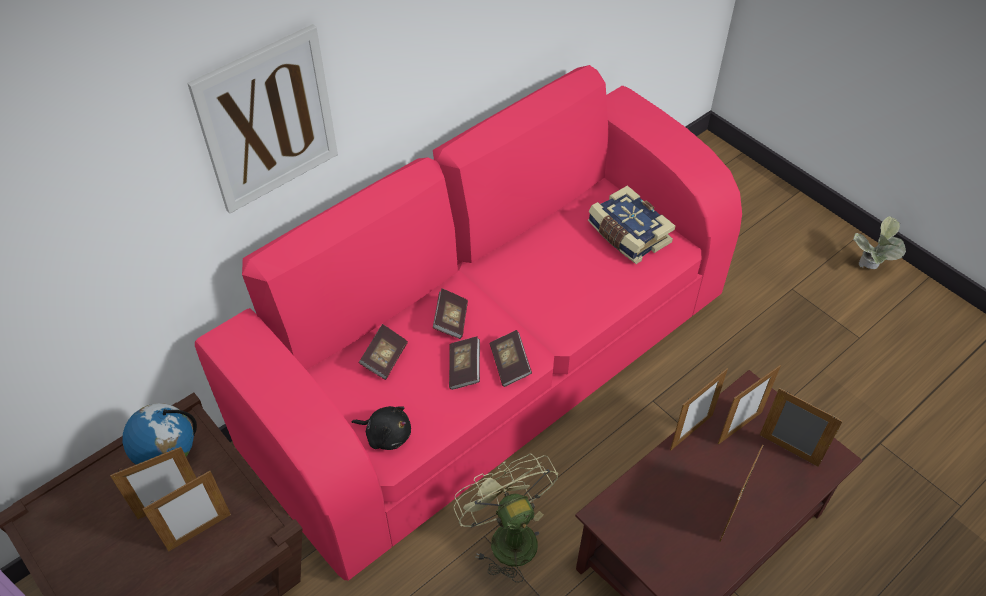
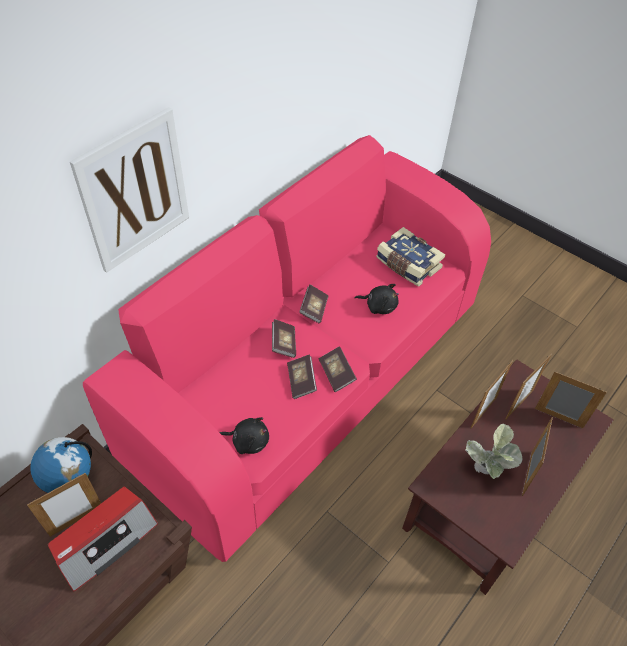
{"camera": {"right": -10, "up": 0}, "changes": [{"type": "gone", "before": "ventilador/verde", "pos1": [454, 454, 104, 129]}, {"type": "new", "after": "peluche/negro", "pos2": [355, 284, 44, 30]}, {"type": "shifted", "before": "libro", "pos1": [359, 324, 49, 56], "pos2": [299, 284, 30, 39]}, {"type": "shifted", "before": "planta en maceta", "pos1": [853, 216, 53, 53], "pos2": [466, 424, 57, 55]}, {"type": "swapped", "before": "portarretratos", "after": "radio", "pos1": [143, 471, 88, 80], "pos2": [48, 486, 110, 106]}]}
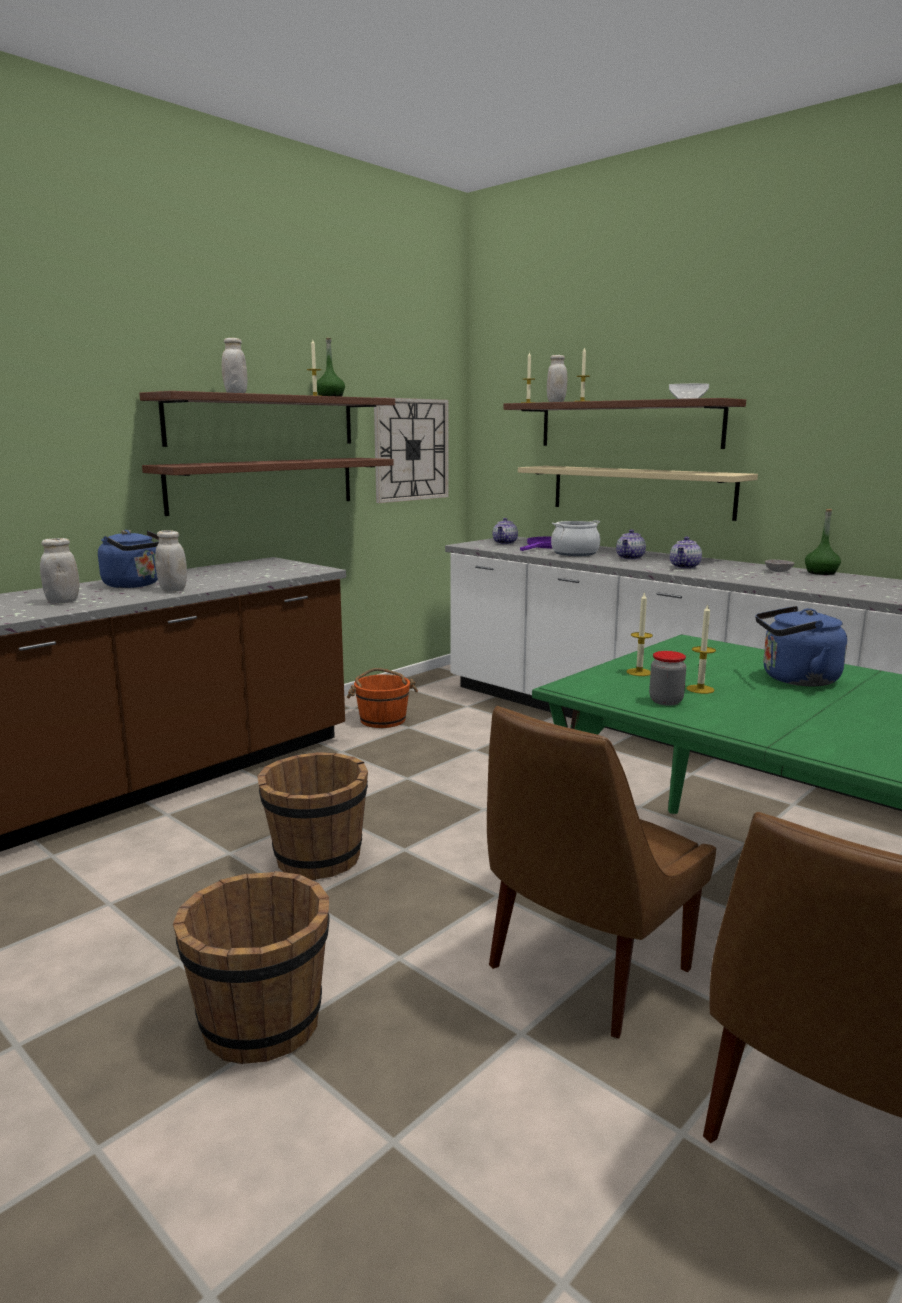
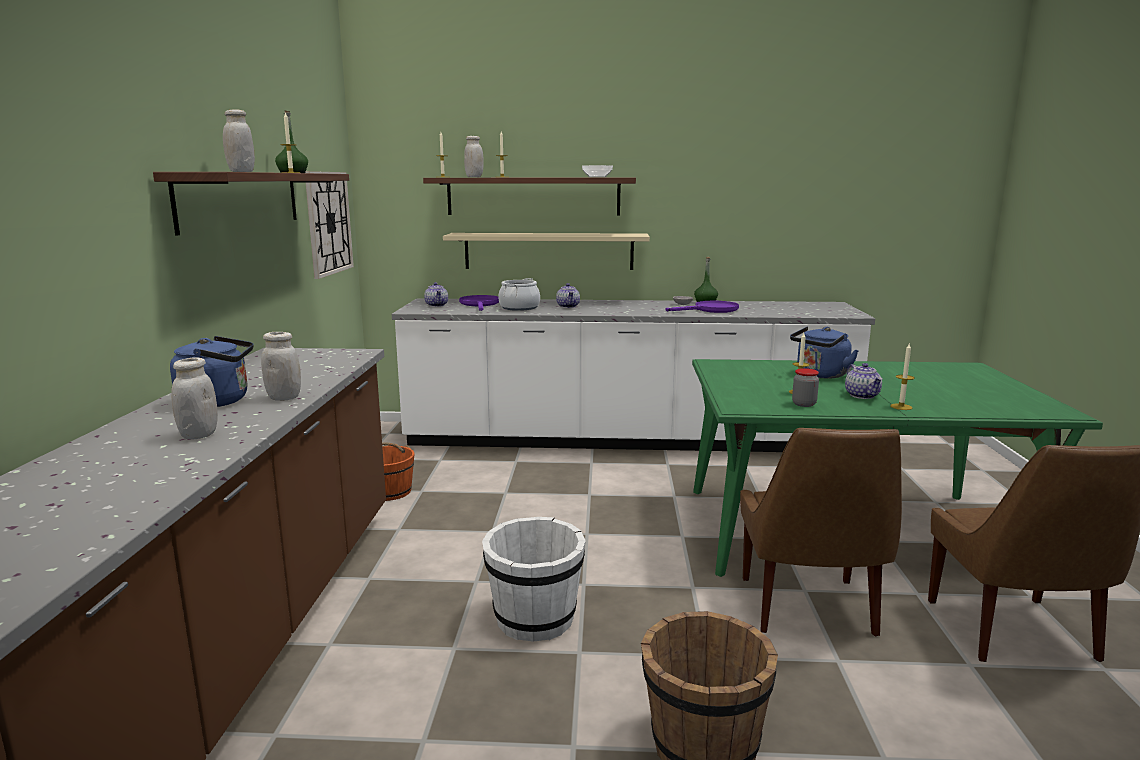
{"camera": {"right": -40, "up": 0}, "changes": [{"type": "gone", "before": "estante", "pos1": [142, 458, 252, 58]}, {"type": "new", "after": "sartén/morado", "pos2": [666, 301, 73, 12]}, {"type": "shifted", "before": "vela", "pos1": [626, 592, 27, 84], "pos2": [890, 342, 24, 68]}, {"type": "shifted", "before": "tetera", "pos1": [670, 537, 32, 32], "pos2": [845, 363, 38, 36]}, {"type": "repainted", "before": "cubo/marrón", "after": "cubo/blanco", "pos1": [257, 752, 111, 128], "pos2": [482, 517, 104, 125]}]}
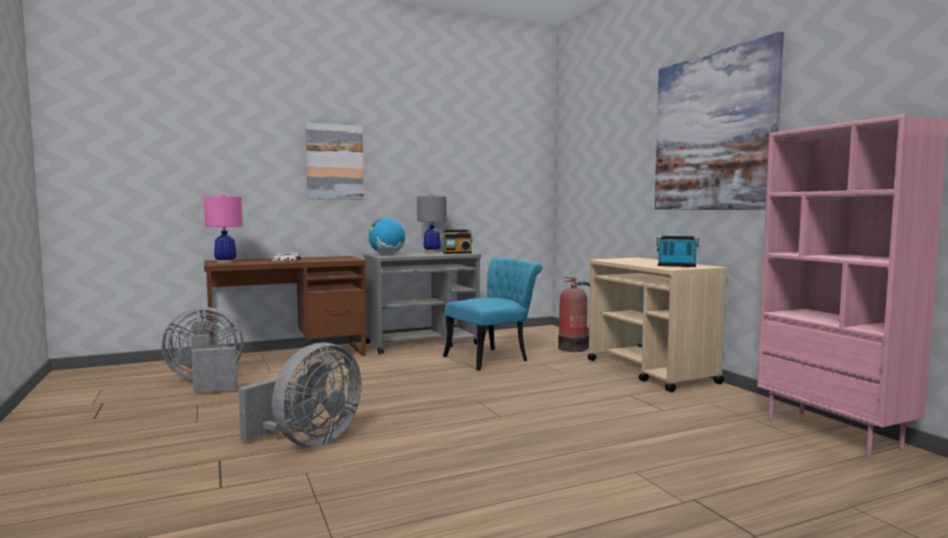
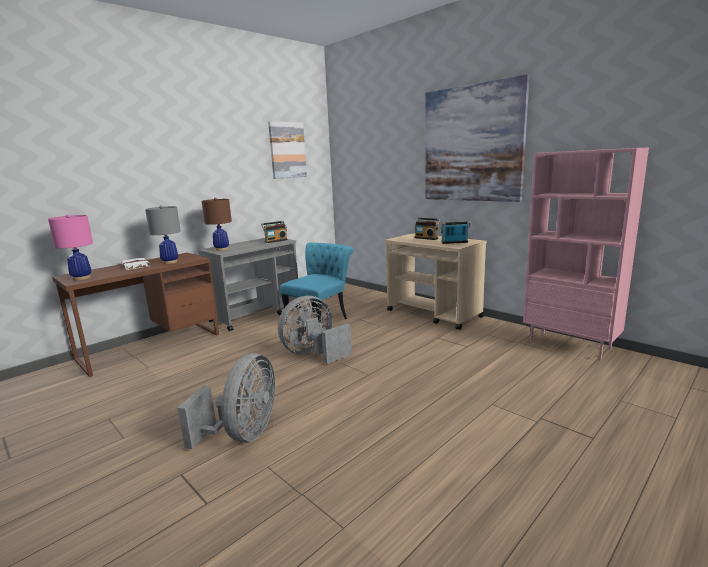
{"camera": {"right": -20, "up": 10}, "changes": [{"type": "gone", "before": "extintor", "pos1": [558, 277, 32, 75]}, {"type": "new", "after": "radio", "pos2": [415, 218, 26, 22]}, {"type": "shifted", "before": "ventilador/gris", "pos1": [162, 307, 82, 85], "pos2": [278, 296, 74, 68]}, {"type": "shifted", "before": "cuadro", "pos1": [306, 123, 58, 77], "pos2": [268, 121, 39, 58]}, {"type": "shifted", "before": "lámpara de mesa/gris", "pos1": [417, 194, 30, 59], "pos2": [145, 205, 36, 59]}, {"type": "swapped", "before": "globo terráqueo", "after": "lámpara de mesa/marrón", "pos1": [368, 218, 37, 37], "pos2": [202, 198, 30, 53]}]}
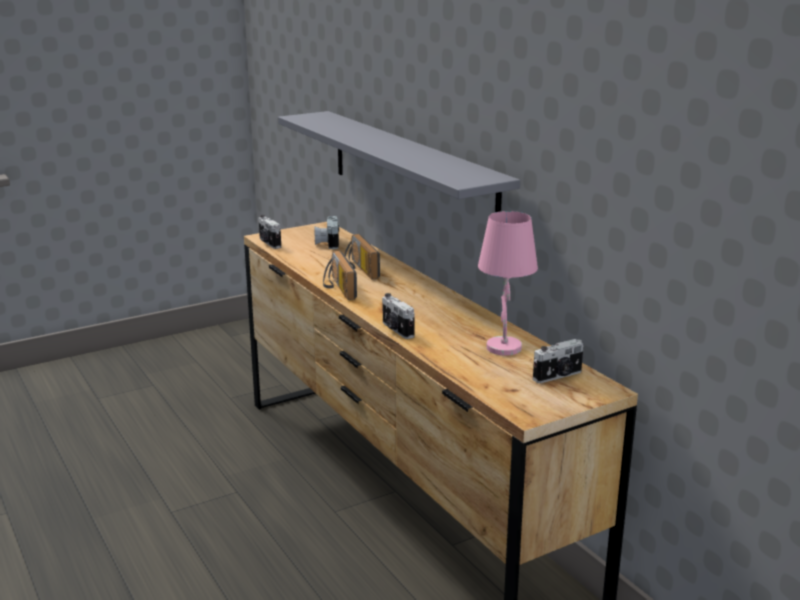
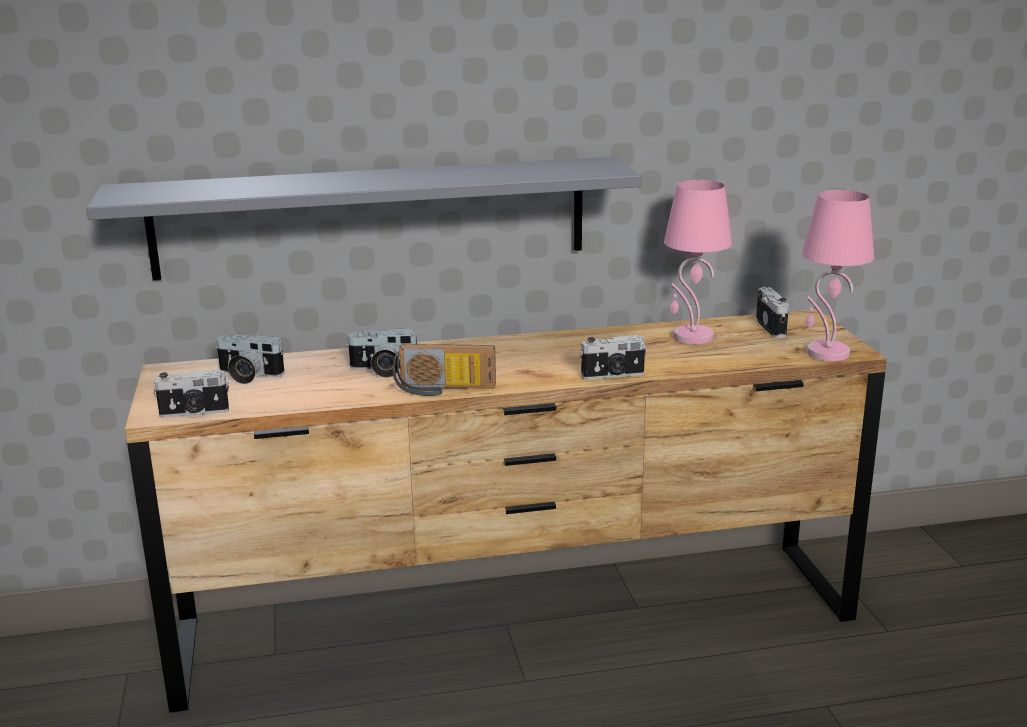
{"camera": {"right": -70, "up": 0}, "changes": [{"type": "new", "after": "lámpara de mesa/rosa", "pos2": [802, 190, 72, 171]}, {"type": "swapped", "before": "radio", "after": "cámara", "pos1": [344, 234, 36, 46], "pos2": [346, 329, 74, 49]}]}
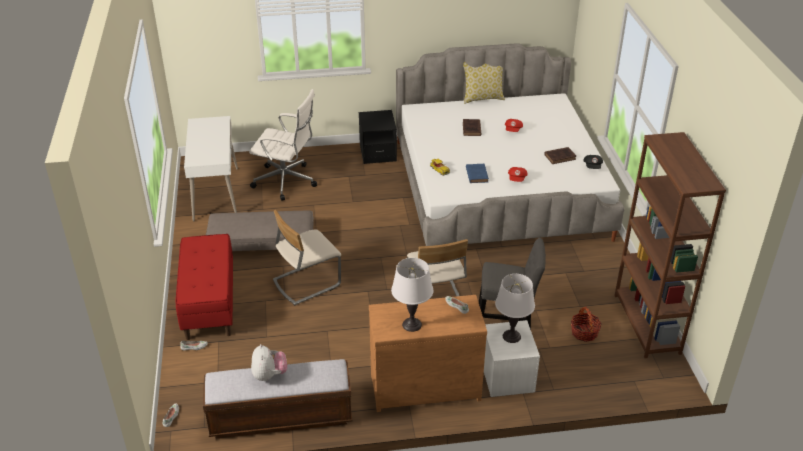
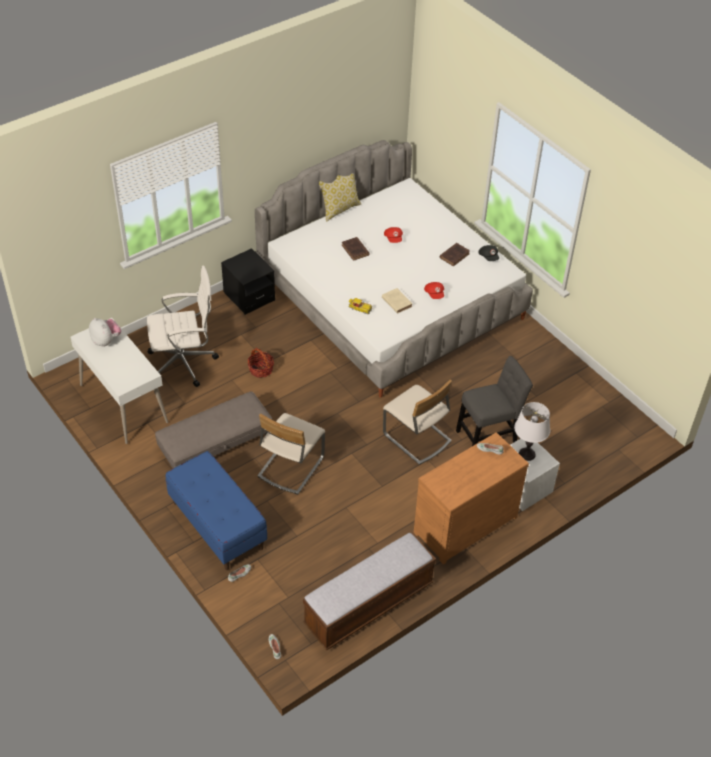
{"camera": {"right": -30, "up": 10}, "changes": [{"type": "gone", "before": "lámpara de mesa/blanco", "pos1": [391, 258, 42, 74]}, {"type": "gone", "before": "estantería/marrón", "pos1": [614, 132, 112, 226]}, {"type": "shifted", "before": "peluche", "pos1": [251, 344, 36, 37], "pos2": [89, 318, 32, 29]}, {"type": "shifted", "before": "cesta", "pos1": [571, 307, 31, 35], "pos2": [248, 348, 26, 30]}, {"type": "repainted", "before": "banco/rojo", "after": "banco/azul", "pos1": [175, 234, 58, 106], "pos2": [166, 451, 101, 119]}, {"type": "repainted", "before": "libro/azul", "after": "libro/beis", "pos1": [466, 164, 23, 19], "pos2": [382, 288, 31, 26]}]}
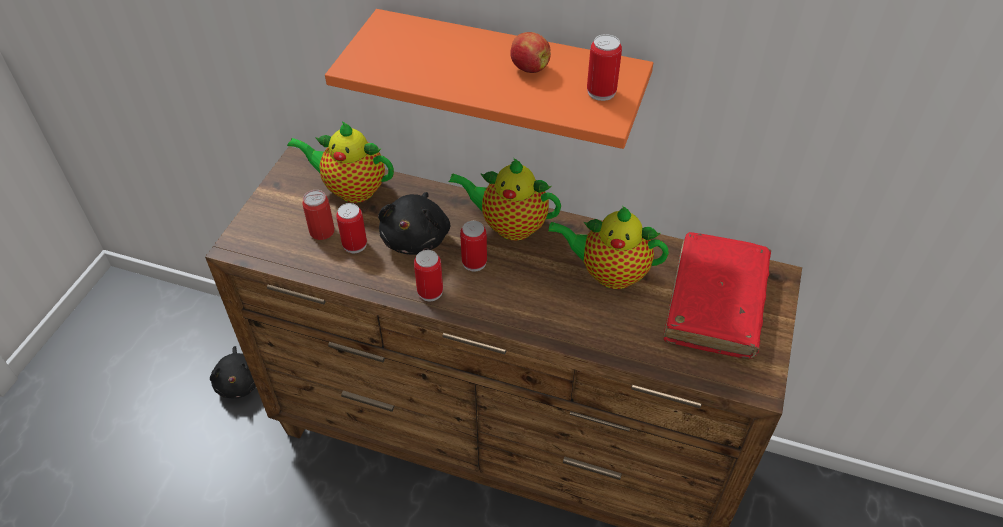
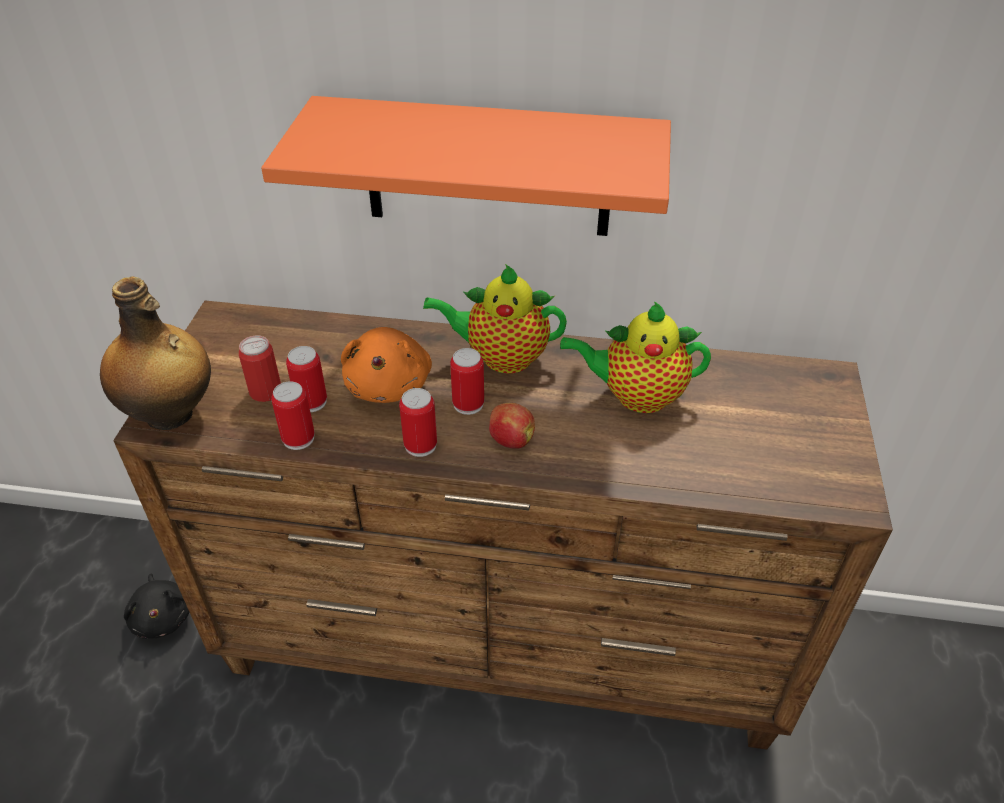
{"camera": {"right": -10, "up": -5}, "changes": [{"type": "gone", "before": "tetera", "pos1": [287, 121, 107, 82]}, {"type": "gone", "before": "libro/rojo", "pos1": [664, 232, 107, 127]}, {"type": "new", "after": "botella", "pos2": [100, 276, 111, 154]}, {"type": "shifted", "before": "manzana", "pos1": [510, 32, 41, 41], "pos2": [489, 403, 46, 46]}, {"type": "shifted", "before": "lata", "pos1": [587, 34, 35, 67], "pos2": [271, 381, 44, 69]}, {"type": "repainted", "before": "peluche/negro", "after": "peluche/naranja", "pos1": [378, 192, 72, 63], "pos2": [341, 327, 91, 76]}]}
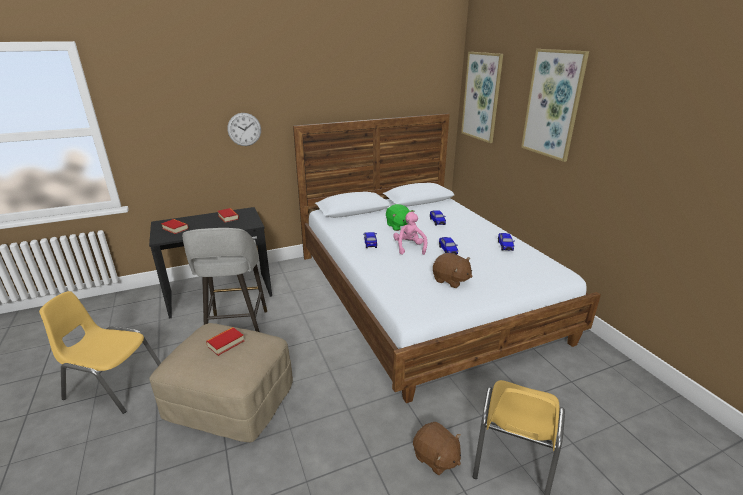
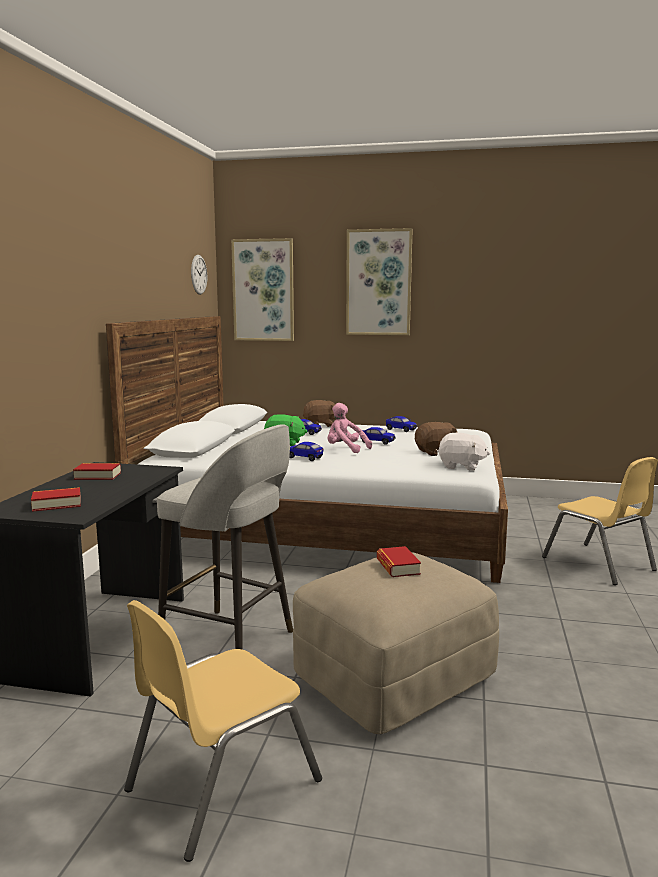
{"camera": {"right": -55, "up": -15}, "changes": [{"type": "new", "after": "peluche/blanco", "pos2": [438, 433, 52, 38]}, {"type": "shifted", "before": "reloj de pared", "pos1": [227, 113, 34, 33], "pos2": [191, 255, 16, 40]}, {"type": "shifted", "before": "peluche/marrón", "pos1": [413, 422, 48, 53], "pos2": [303, 400, 32, 27]}]}
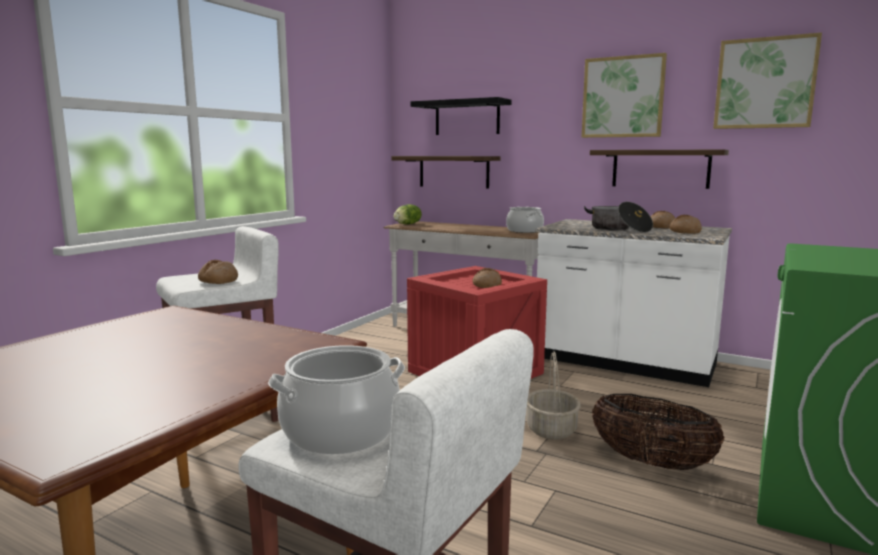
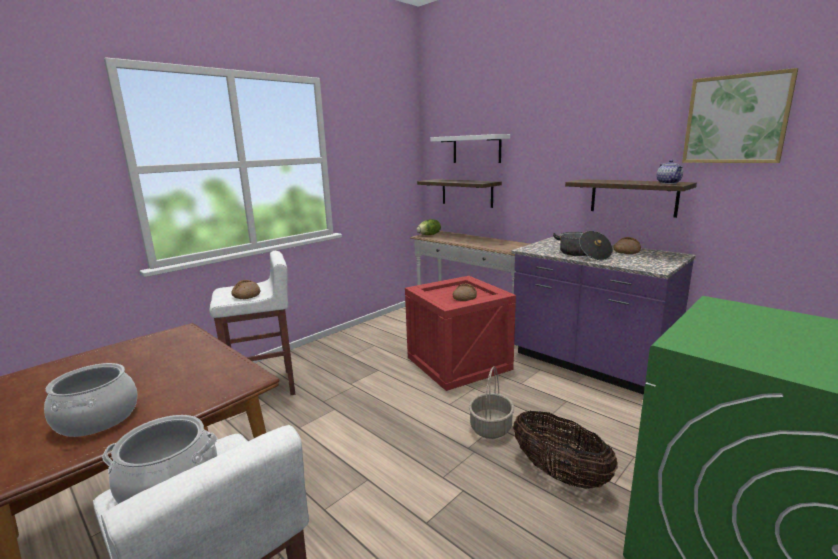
{"camera": {"right": 15, "up": 5}, "changes": [{"type": "gone", "before": "cuadro", "pos1": [581, 53, 86, 85]}, {"type": "gone", "before": "pan", "pos1": [669, 215, 33, 19]}, {"type": "new", "after": "tetera", "pos2": [656, 160, 27, 24]}, {"type": "shifted", "before": "olla", "pos1": [506, 207, 38, 26], "pos2": [44, 363, 94, 74]}, {"type": "repainted", "before": "estante/negro", "after": "estante/blanco", "pos1": [410, 97, 102, 38], "pos2": [431, 134, 79, 29]}, {"type": "repainted", "before": "mueble bajo de cocina/blanco", "after": "mueble bajo de cocina/morado", "pos1": [535, 219, 197, 168], "pos2": [511, 237, 185, 158]}]}
